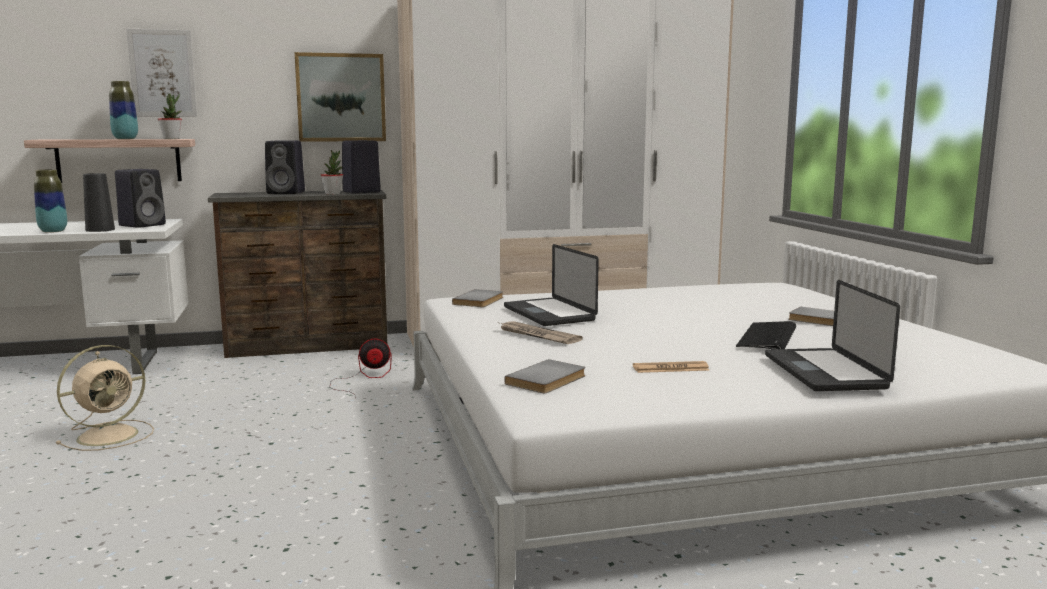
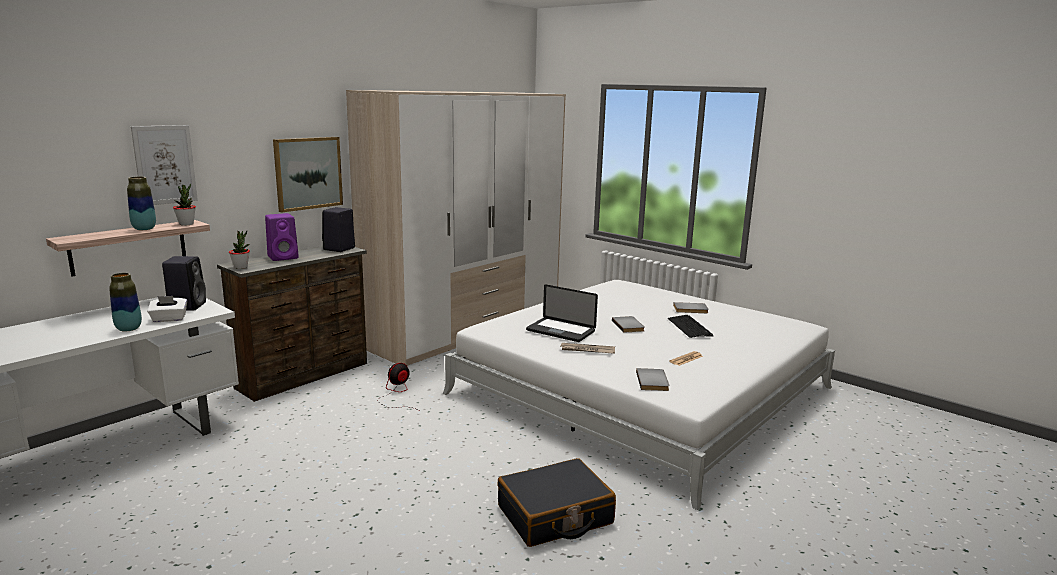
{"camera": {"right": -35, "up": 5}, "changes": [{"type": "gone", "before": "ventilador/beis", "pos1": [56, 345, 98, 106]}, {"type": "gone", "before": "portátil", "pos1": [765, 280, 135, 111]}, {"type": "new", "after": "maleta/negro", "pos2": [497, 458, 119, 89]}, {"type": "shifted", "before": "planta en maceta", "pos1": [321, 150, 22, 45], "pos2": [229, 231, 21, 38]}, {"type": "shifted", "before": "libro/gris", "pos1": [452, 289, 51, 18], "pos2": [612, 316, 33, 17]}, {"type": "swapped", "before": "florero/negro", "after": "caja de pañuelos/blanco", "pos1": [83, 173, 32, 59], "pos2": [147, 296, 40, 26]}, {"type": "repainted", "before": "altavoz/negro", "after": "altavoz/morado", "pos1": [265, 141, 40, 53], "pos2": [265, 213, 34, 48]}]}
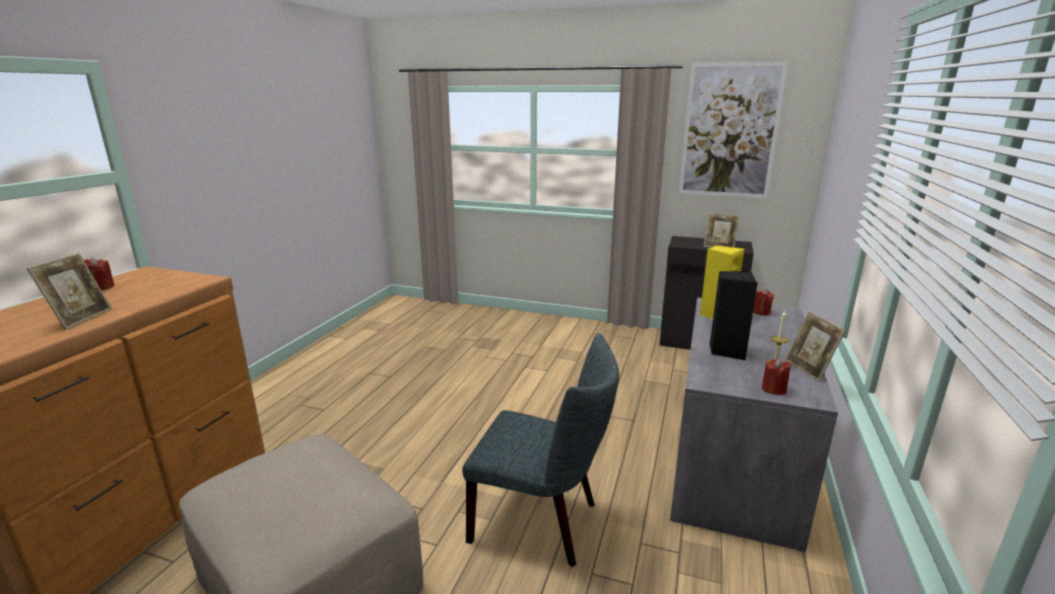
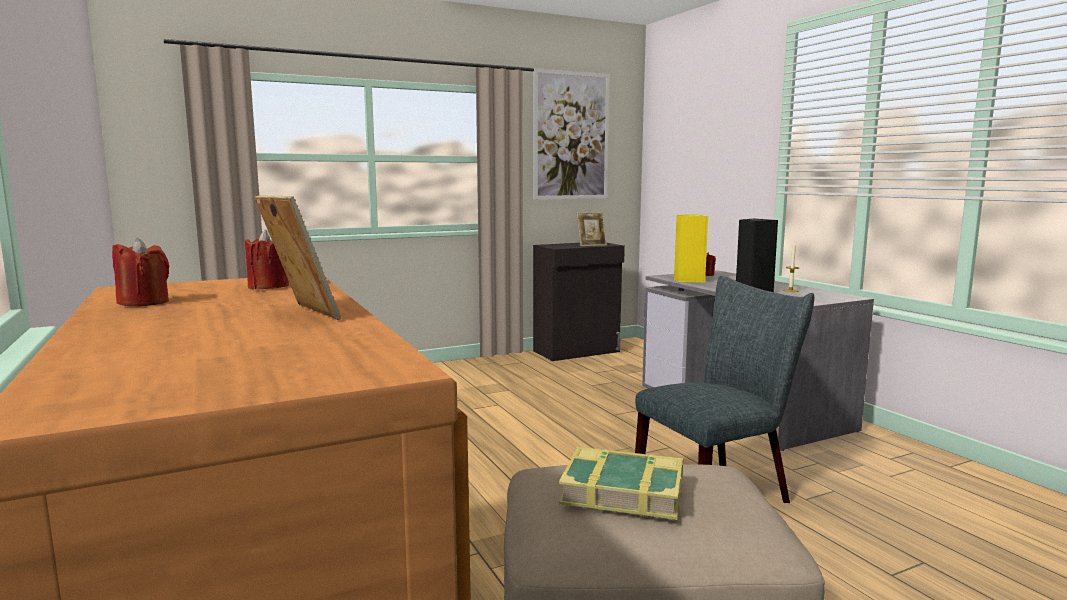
{"camera": {"right": -45, "up": -10}, "changes": [{"type": "gone", "before": "portarretratos", "pos1": [785, 311, 61, 71]}, {"type": "new", "after": "libro", "pos2": [559, 447, 124, 73]}, {"type": "shifted", "before": "vela/rojo", "pos1": [762, 358, 29, 37], "pos2": [245, 230, 44, 59]}]}
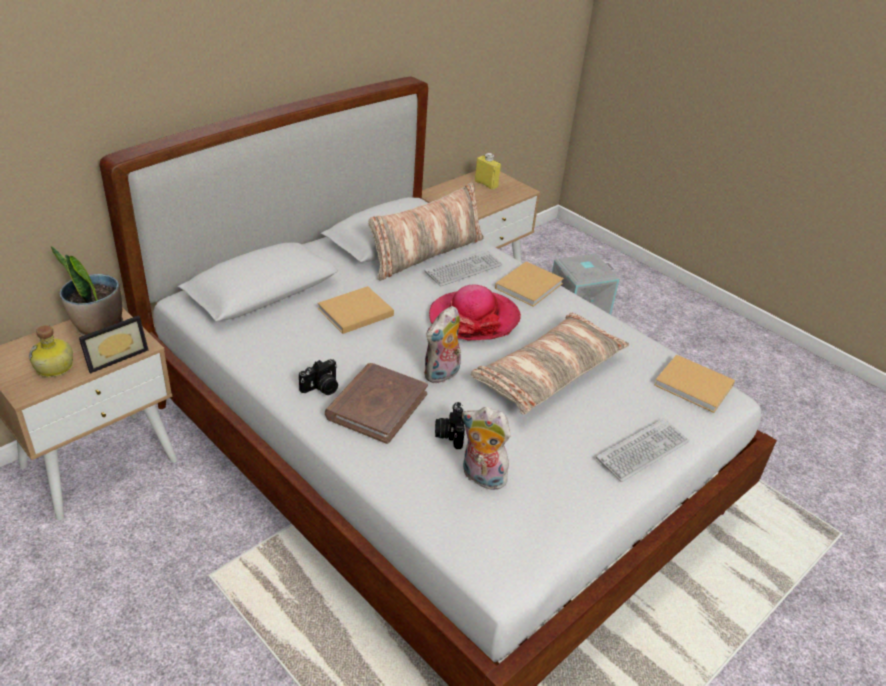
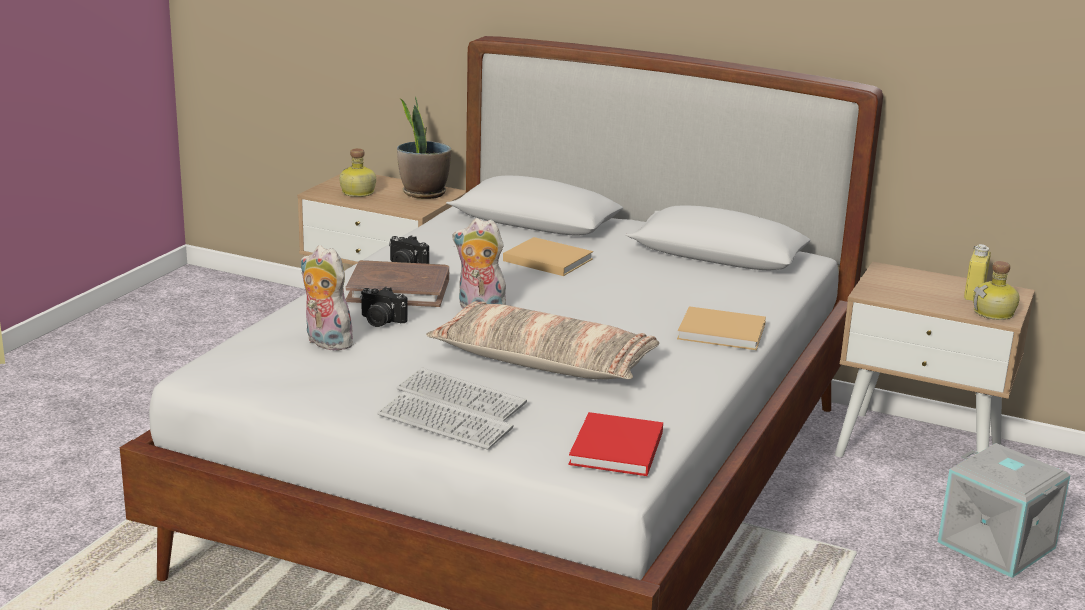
{"camera": {"right": 70, "up": -15}, "changes": [{"type": "gone", "before": "portarretratos", "pos1": [79, 315, 70, 59]}, {"type": "gone", "before": "cojín", "pos1": [368, 182, 116, 99]}, {"type": "gone", "before": "sombrero", "pos1": [429, 284, 92, 57]}, {"type": "new", "after": "botella", "pos2": [973, 261, 47, 59]}, {"type": "shifted", "before": "teclado", "pos1": [424, 249, 78, 37], "pos2": [397, 368, 130, 53]}, {"type": "repainted", "before": "libro/beis", "after": "libro/rojo", "pos1": [654, 354, 81, 59], "pos2": [568, 412, 95, 64]}, {"type": "rotated", "before": "cámara", "pos1": [435, 402, 30, 47], "pos2": [360, 287, 48, 40], "turn": -135}, {"type": "rotated", "before": "peluche", "pos1": [462, 407, 49, 83], "pos2": [301, 245, 52, 106], "turn": -60}]}
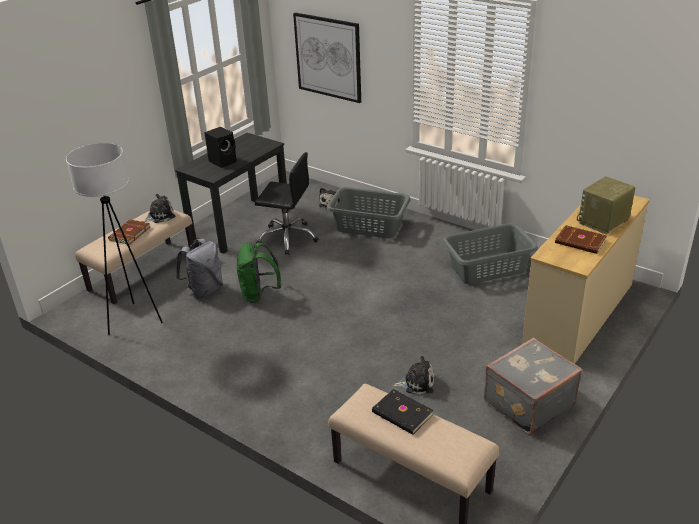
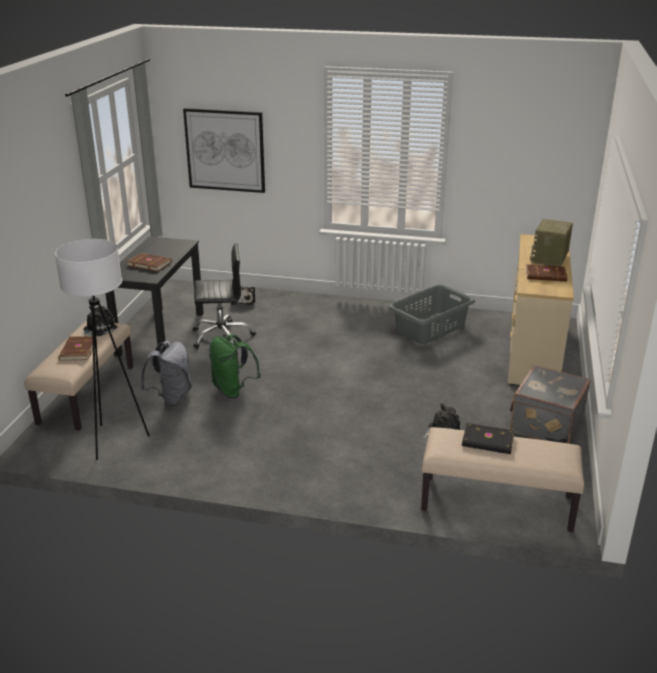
{"camera": {"right": -25, "up": -5}, "changes": [{"type": "gone", "before": "cesto de la ropa/gris", "pos1": [327, 187, 84, 51]}, {"type": "swapped", "before": "altavoz/negro", "after": "libro/marrón", "pos1": [204, 127, 33, 41], "pos2": [127, 253, 45, 19]}]}
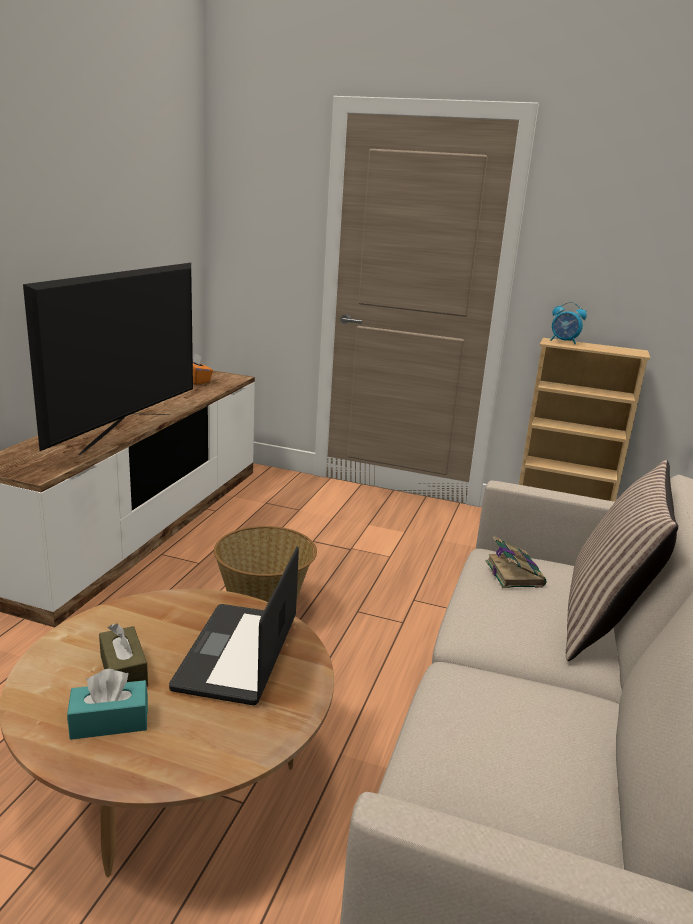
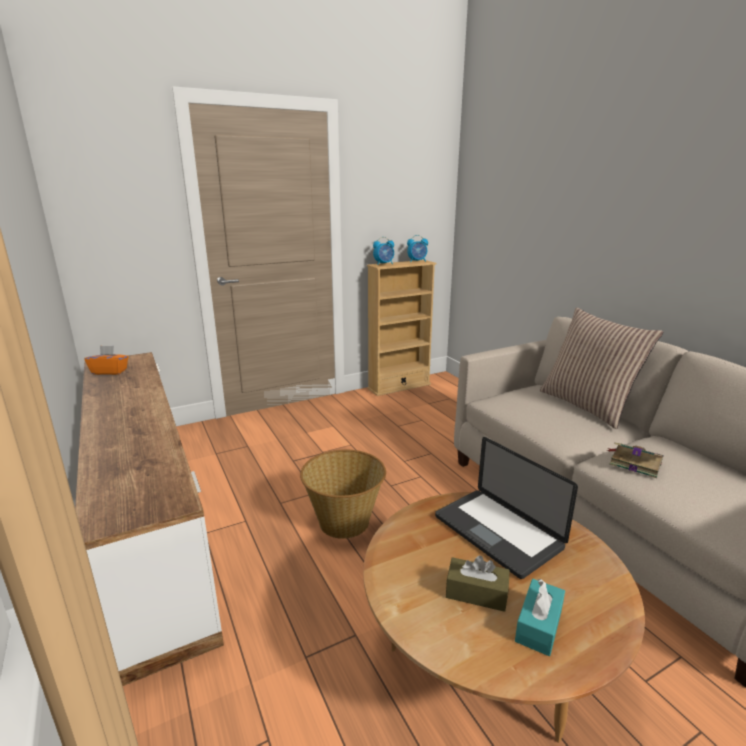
{"camera": {"right": -45, "up": 0}, "changes": [{"type": "gone", "before": "televisor", "pos1": [23, 263, 170, 193]}, {"type": "new", "after": "despertador", "pos2": [407, 235, 21, 27]}, {"type": "shifted", "before": "libro", "pos1": [486, 536, 60, 52], "pos2": [606, 442, 58, 36]}]}
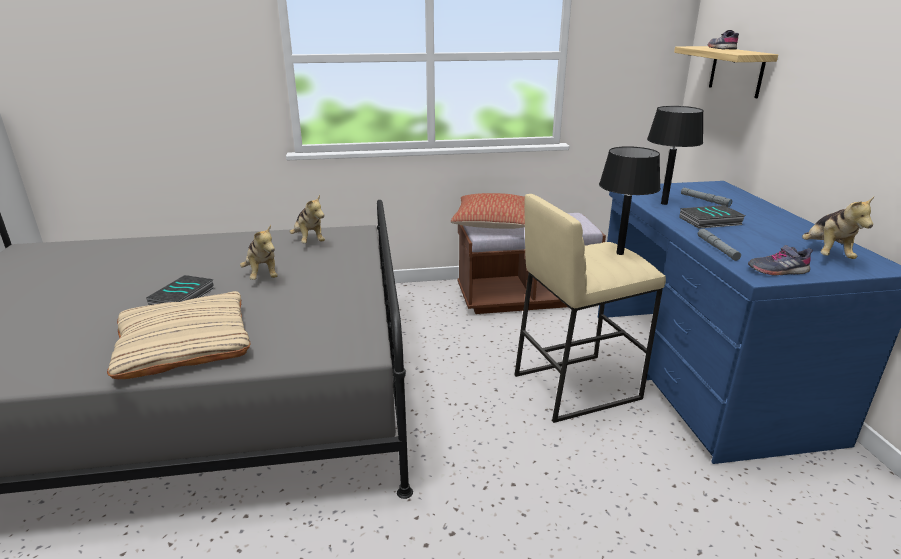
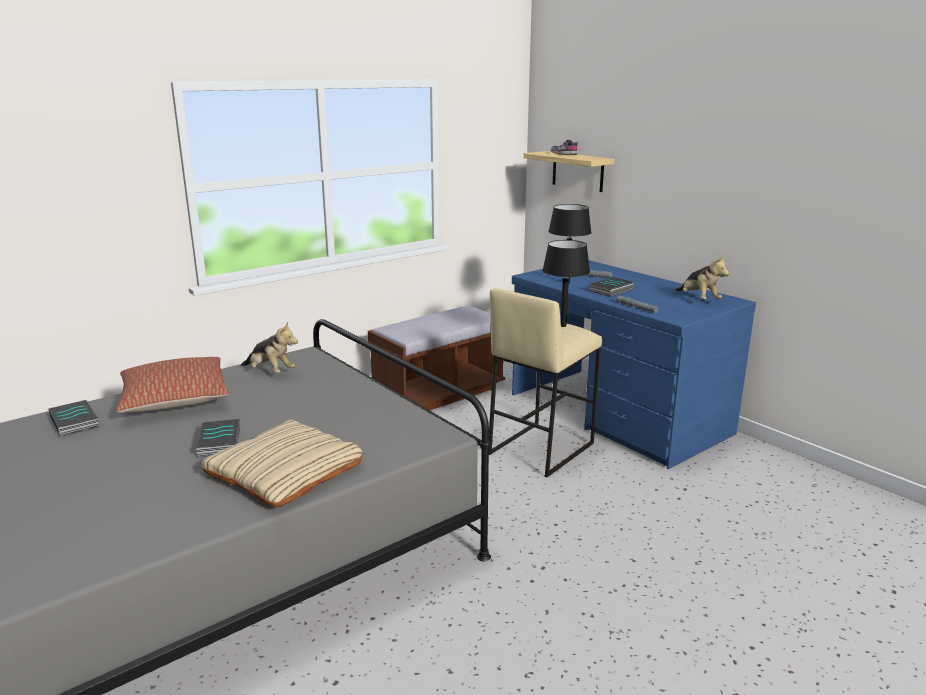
{"camera": {"right": -30, "up": -5}, "changes": [{"type": "gone", "before": "peluche", "pos1": [240, 225, 38, 55]}, {"type": "gone", "before": "zapato/gris", "pos1": [748, 245, 65, 31]}, {"type": "new", "after": "libro", "pos2": [48, 400, 51, 37]}, {"type": "shifted", "before": "cojín", "pos1": [451, 193, 74, 36], "pos2": [116, 357, 113, 56]}]}
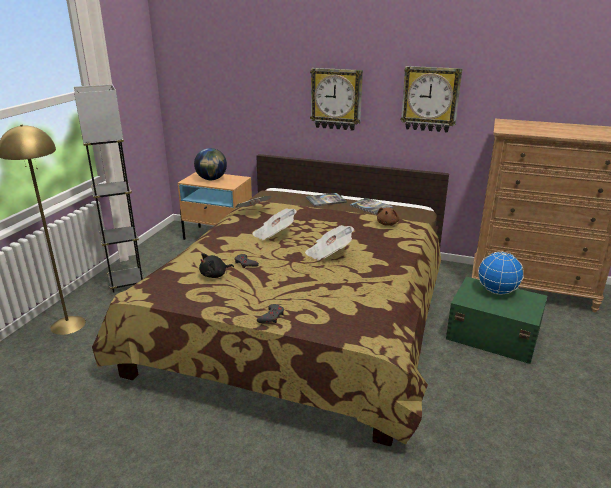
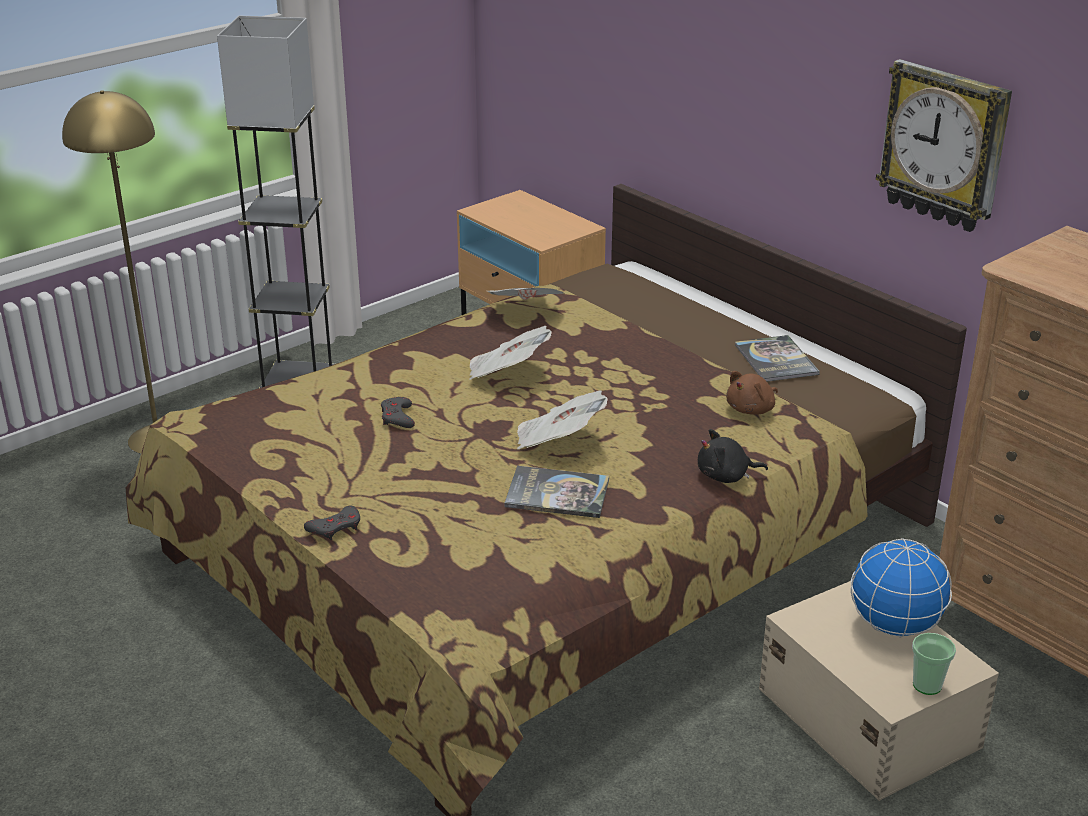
{"camera": {"right": 30, "up": 5}, "changes": [{"type": "gone", "before": "globo terráqueo", "pos1": [194, 148, 33, 32]}, {"type": "gone", "before": "reloj de pared", "pos1": [310, 68, 53, 63]}, {"type": "new", "after": "taza", "pos2": [912, 633, 44, 62]}, {"type": "shifted", "before": "peluche/negro", "pos1": [199, 253, 35, 25], "pos2": [698, 429, 70, 54]}, {"type": "shifted", "before": "libro", "pos1": [306, 193, 41, 14], "pos2": [504, 466, 105, 52]}, {"type": "repainted", "before": "caja de almacenaje/verde", "after": "caja de almacenaje/beis", "pos1": [446, 277, 101, 87], "pos2": [759, 581, 240, 220]}]}
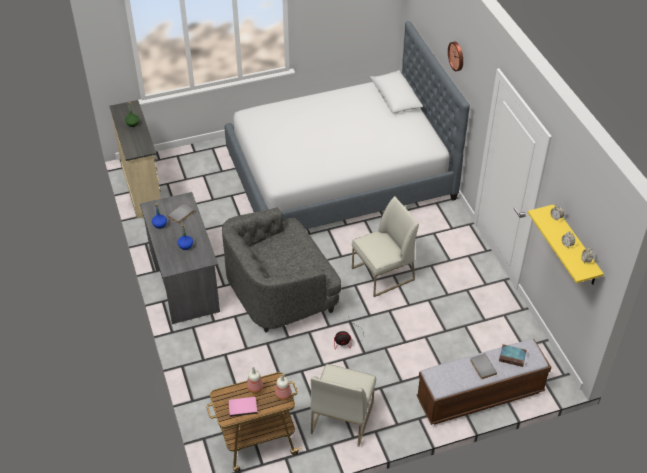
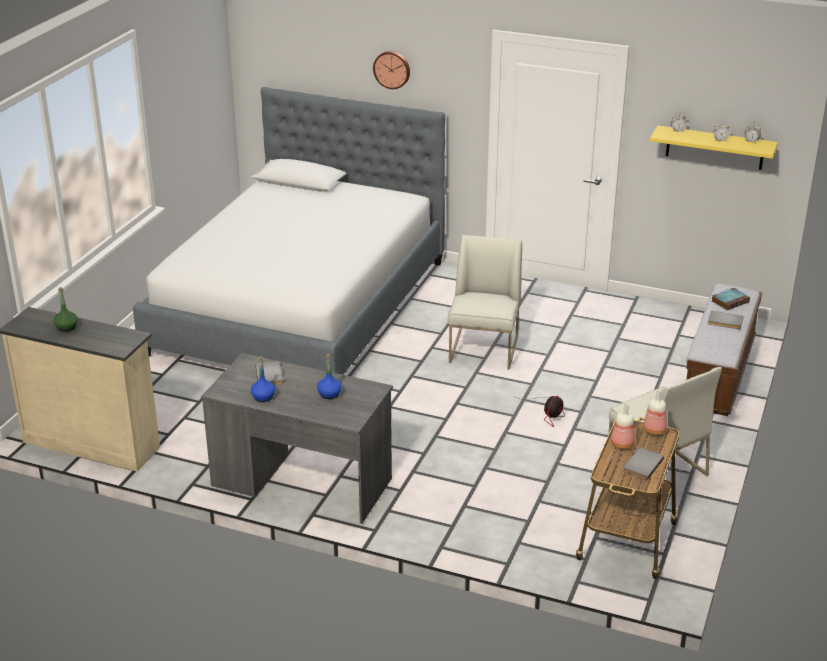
{"camera": {"right": -50, "up": -15}, "changes": [{"type": "gone", "before": "sillón/gris", "pos1": [222, 207, 119, 125]}, {"type": "repainted", "before": "libro/rosa", "after": "libro/gris", "pos1": [228, 397, 29, 20], "pos2": [623, 448, 41, 32]}]}
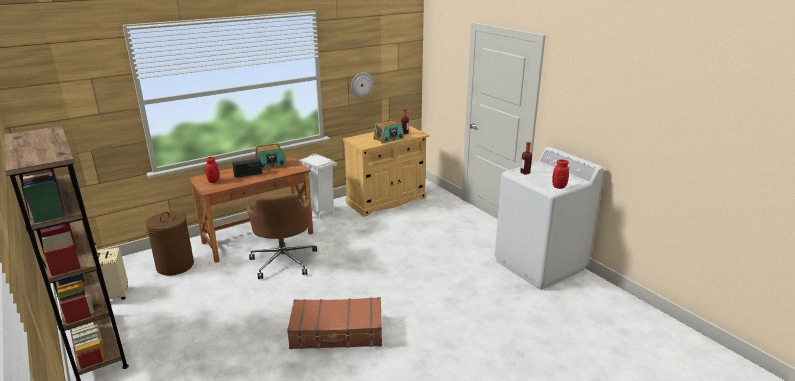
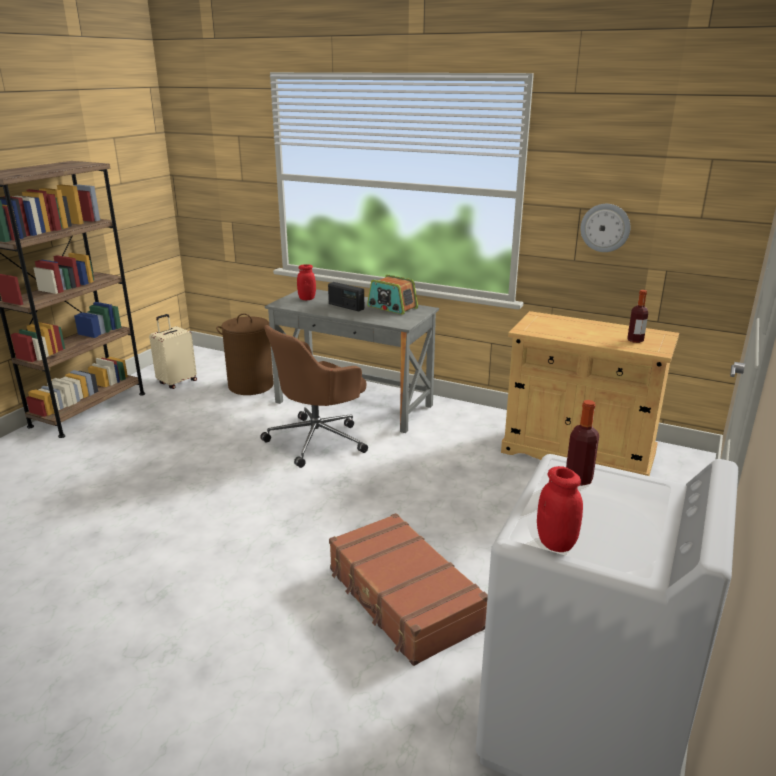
{"camera": {"right": 60, "up": 0}, "changes": [{"type": "gone", "before": "papelera/blanco", "pos1": [299, 153, 38, 66]}, {"type": "gone", "before": "radio", "pos1": [373, 119, 31, 25]}, {"type": "shifted", "before": "maleta/marrón", "pos1": [287, 297, 95, 52], "pos2": [329, 513, 159, 153]}, {"type": "repainted", "before": "escritorio/marrón", "after": "escritorio/gris", "pos1": [188, 155, 125, 108], "pos2": [265, 289, 174, 144]}]}
